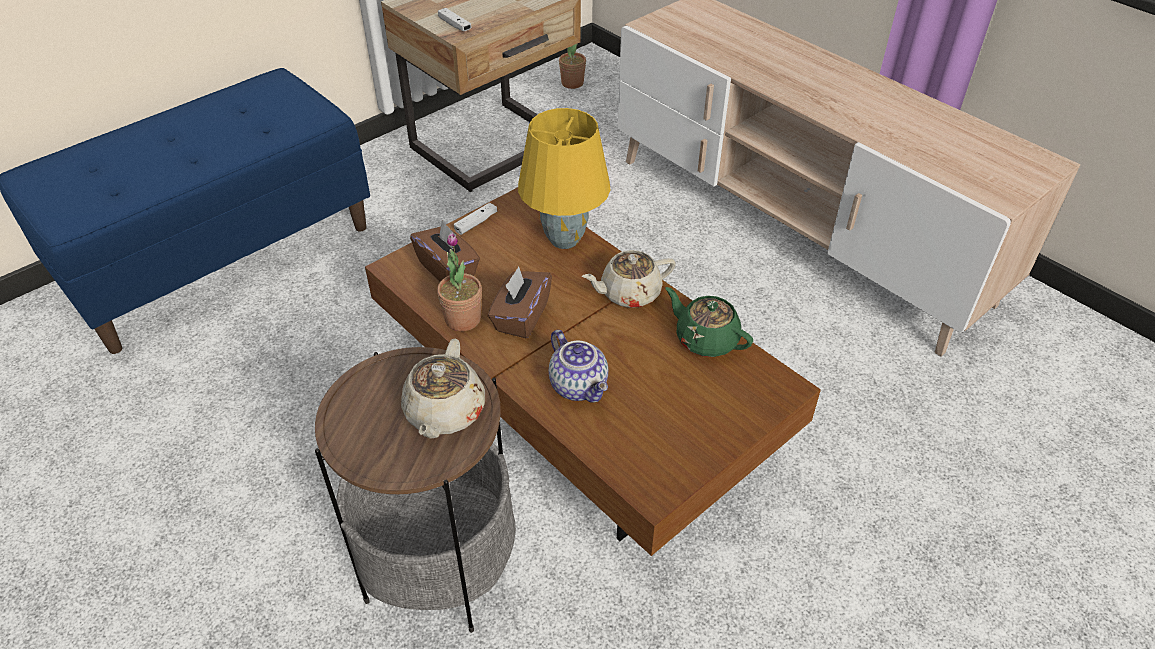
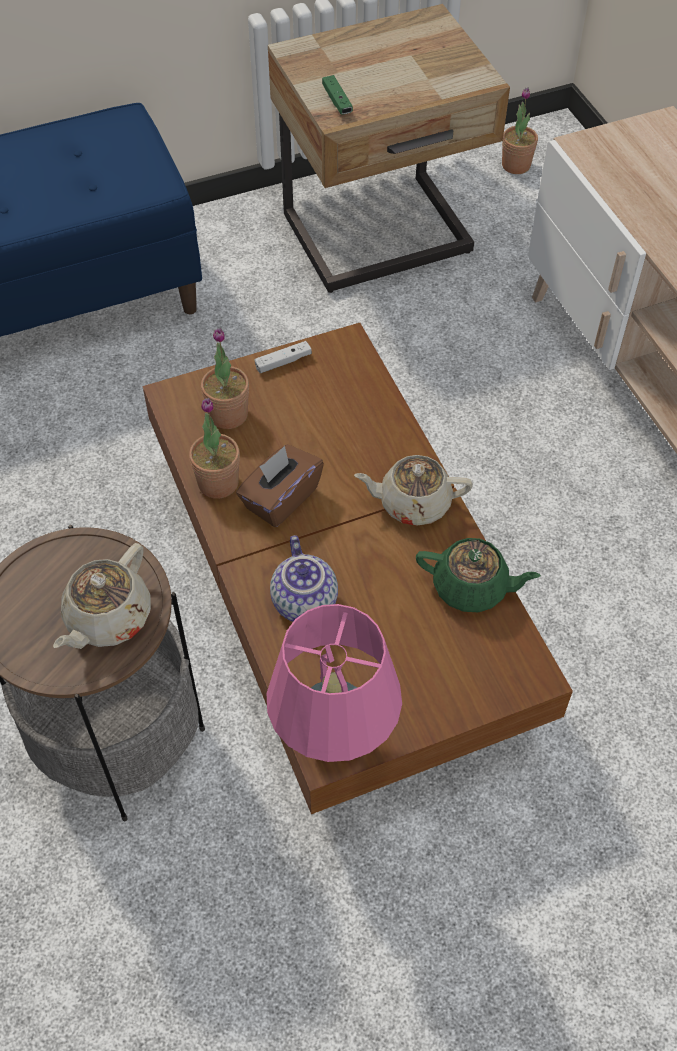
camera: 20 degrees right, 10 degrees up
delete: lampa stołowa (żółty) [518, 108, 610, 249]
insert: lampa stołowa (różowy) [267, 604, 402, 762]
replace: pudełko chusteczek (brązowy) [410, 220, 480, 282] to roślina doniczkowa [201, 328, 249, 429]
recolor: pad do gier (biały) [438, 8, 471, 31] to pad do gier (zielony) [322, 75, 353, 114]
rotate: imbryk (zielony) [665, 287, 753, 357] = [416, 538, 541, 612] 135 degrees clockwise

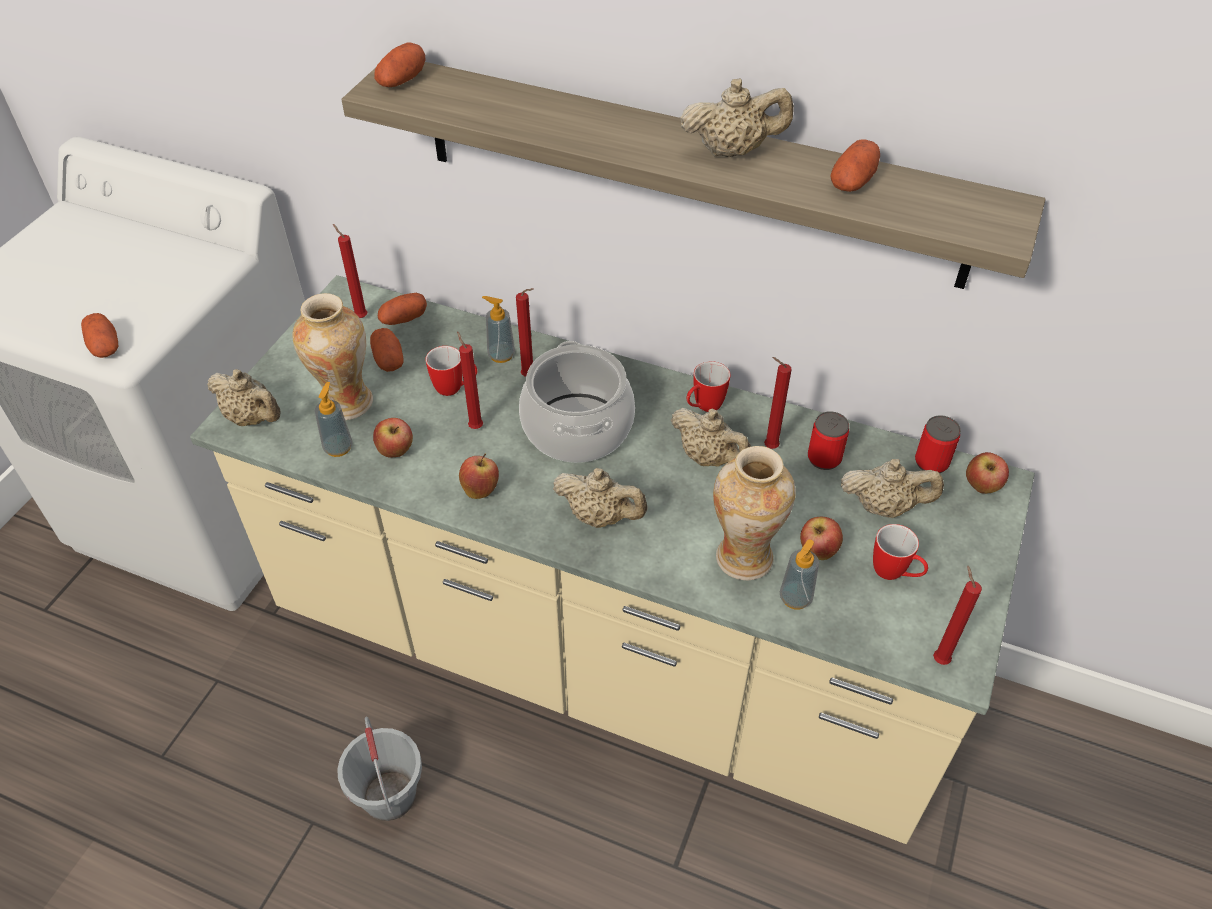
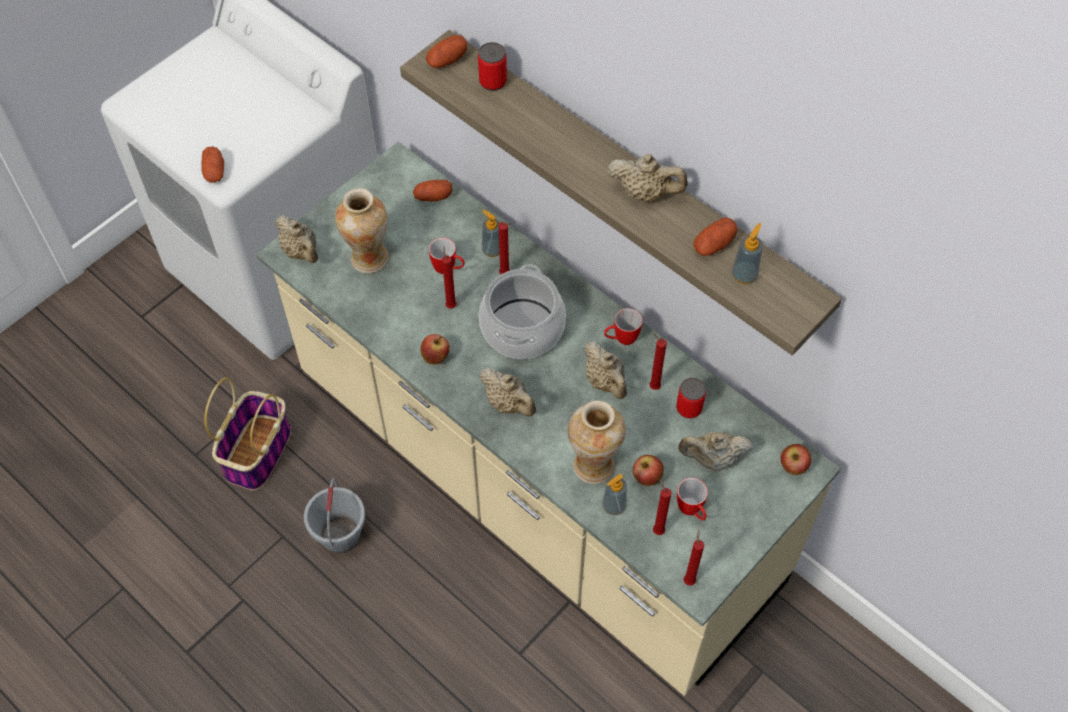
camera: 20 degrees right, 10 degrees up
delete: ziemniak [370, 328, 404, 372]; jabłko [373, 418, 413, 457]
insert: koszyk [204, 378, 291, 490]
move: świeca (czerwony) [333, 224, 367, 318] to [653, 480, 671, 535]; dozownik mydła [314, 382, 353, 457] to [732, 223, 763, 284]; puszka [915, 415, 961, 473] to [478, 42, 507, 91]
rotate: imbryk (beżowy) [841, 459, 944, 518] = [678, 432, 753, 471] 150 degrees clockwise

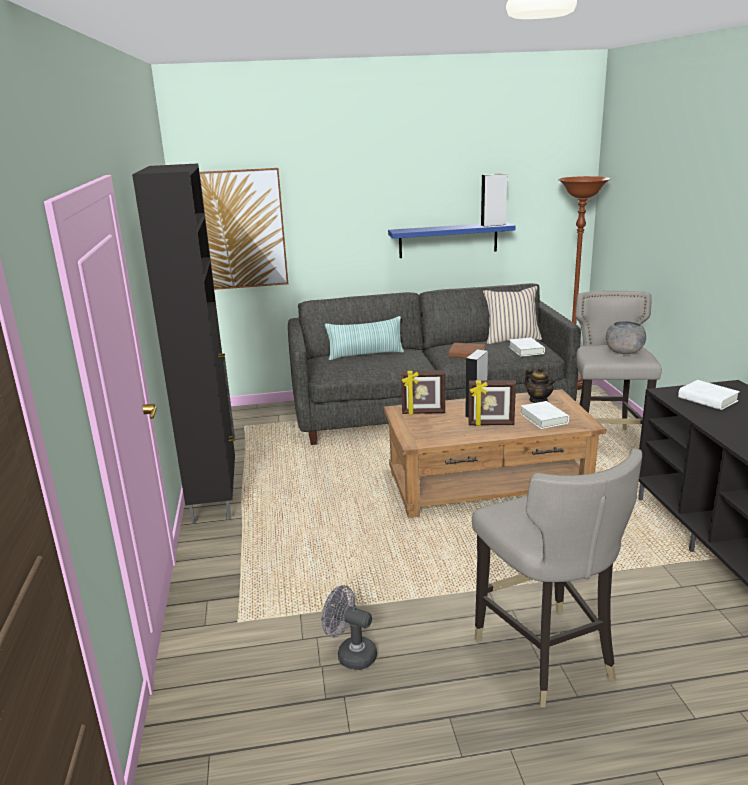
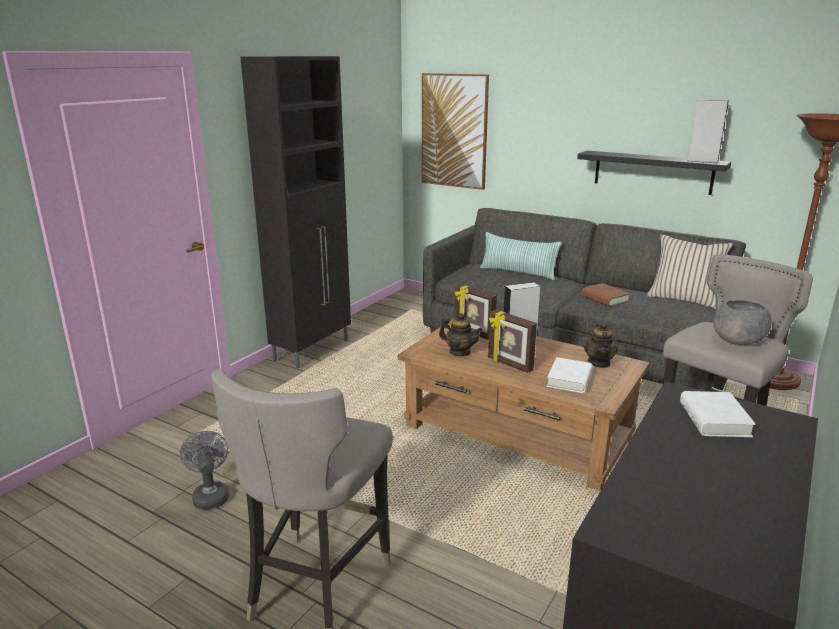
camera: 40 degrees right, 0 degrees up
delete: książka (biały) [509, 337, 545, 357]
insert: imbryk [439, 313, 482, 356]
recolor: półka (niebieski) [388, 222, 516, 258] to półka (czarny) [577, 151, 731, 195]

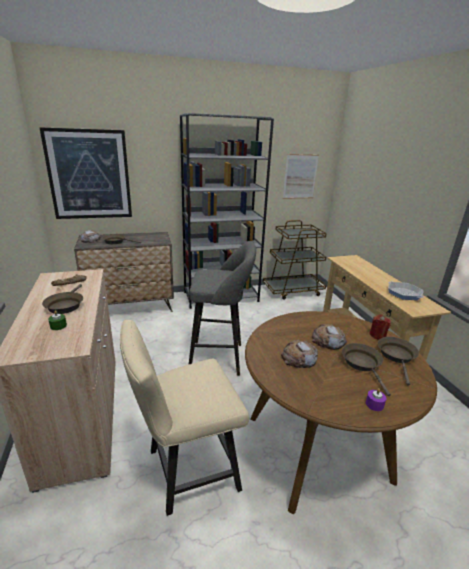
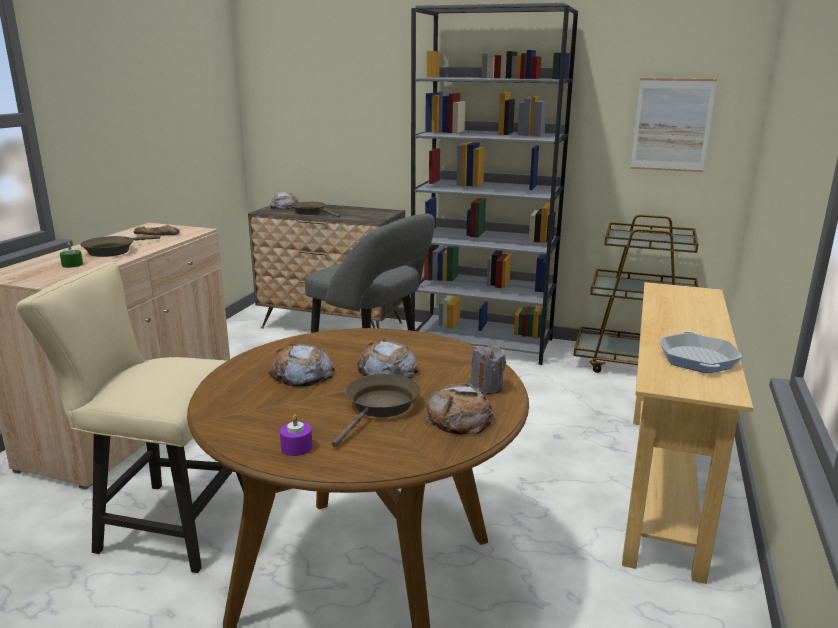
camera: 35 degrees right, 5 degrees down
delete: obraz [39, 127, 132, 219]
replace: patelnia (brązowy) [378, 337, 419, 386] to chleb [426, 383, 494, 435]
recolor: świeca (czerwony) [370, 315, 391, 339] to świeca (szary) [470, 345, 506, 394]

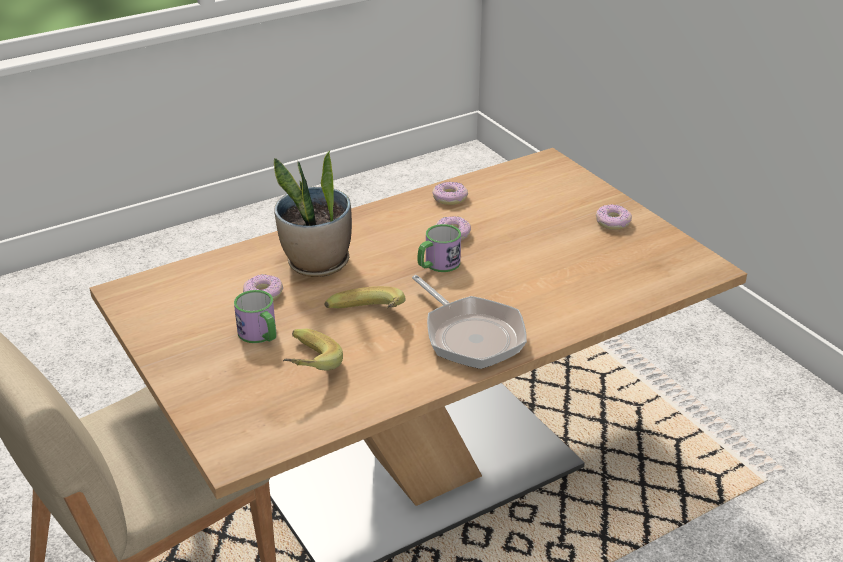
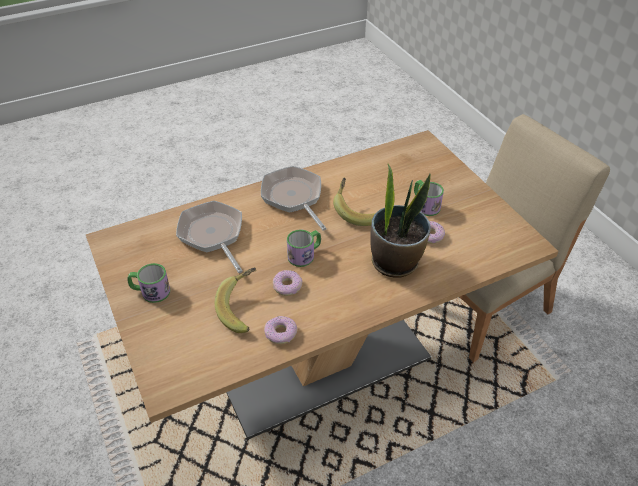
camera: 175 degrees left, 10 degrees up
insert: patelnia [176, 201, 243, 273]
move: banan [283, 329, 343, 371] to [215, 267, 256, 333]
replace: donut [596, 204, 632, 230] to kubek [127, 263, 170, 303]

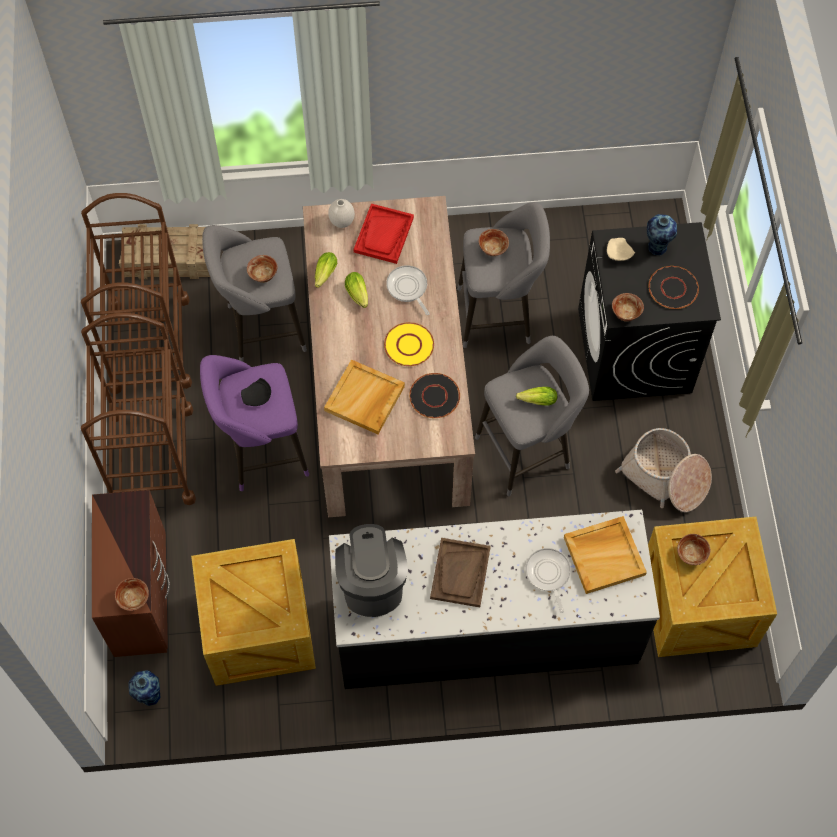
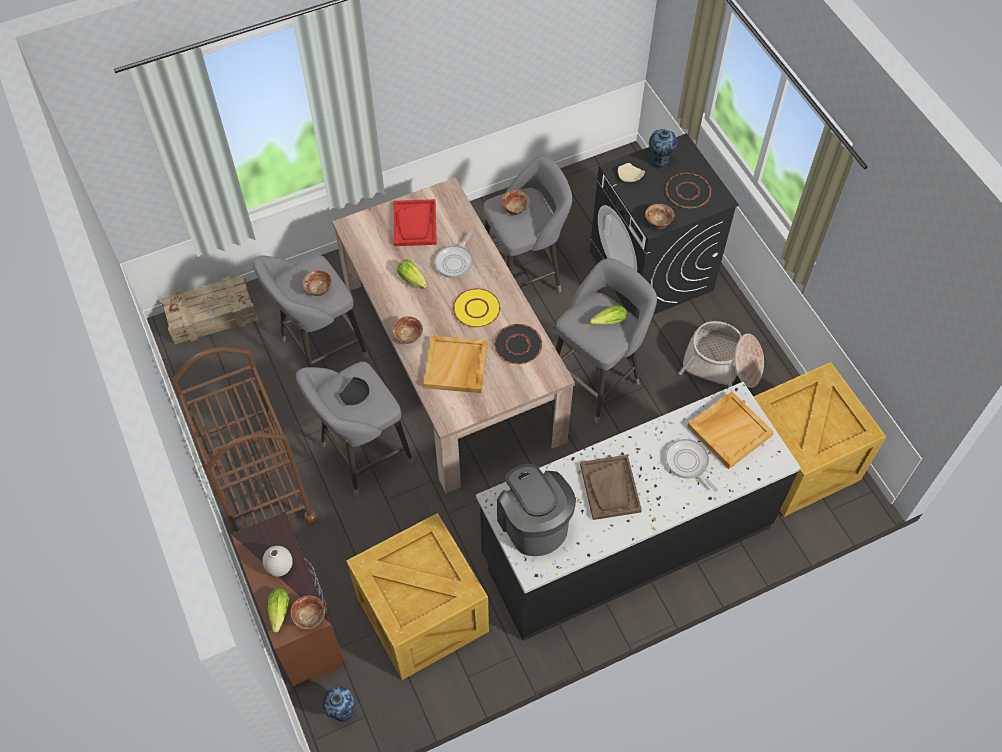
camera: 20 degrees left, 5 degrees down
delete: wózek (brązowy) [81, 193, 192, 394]
move: wazon (biały) [328, 199, 355, 228] to [263, 546, 292, 577]; sałata [315, 252, 337, 288] to [268, 589, 289, 633]; miska [677, 534, 710, 565] to [393, 316, 423, 344]
recolor: stołek (fioletowy) [200, 355, 309, 491] to stołek (szary) [296, 362, 414, 496]
rotate: patelnia [386, 265, 430, 315] = [435, 231, 473, 278] 105 degrees counterclockwise

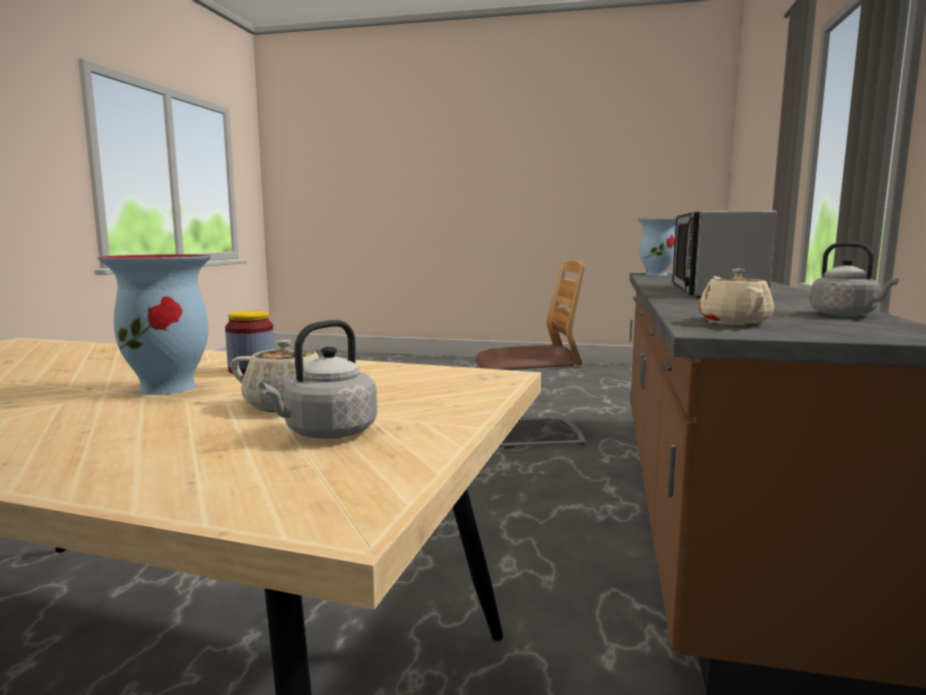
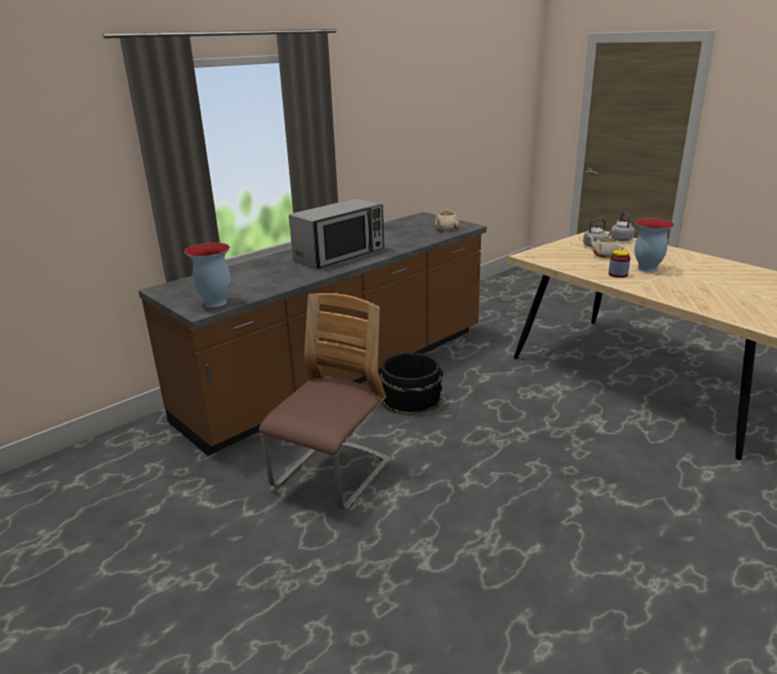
camera: 145 degrees left, 15 degrees up
insert: wiadro (czarny) [380, 353, 443, 416]
move: czajnik (szary) [810, 242, 899, 317] to [611, 212, 635, 241]
rotate: krzesło [475, 260, 586, 448] = [259, 293, 391, 511] 90 degrees clockwise

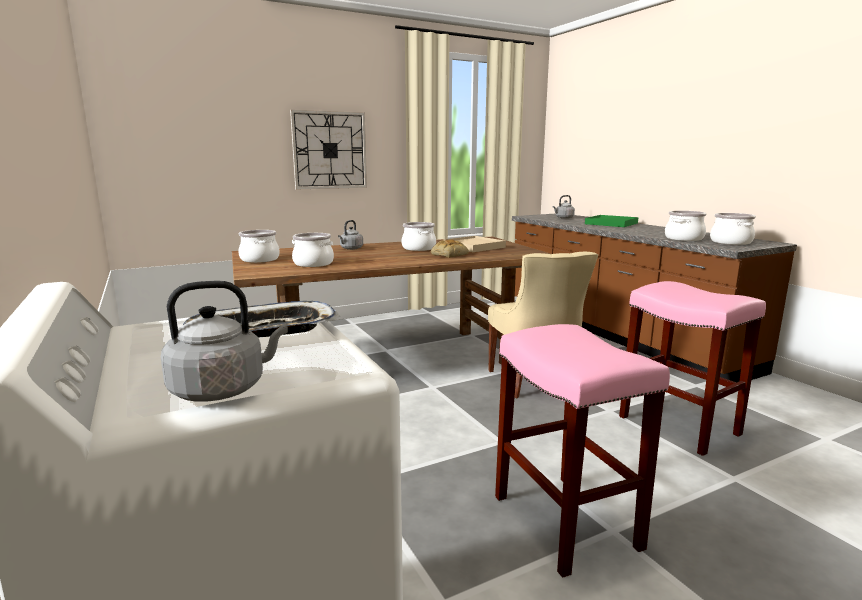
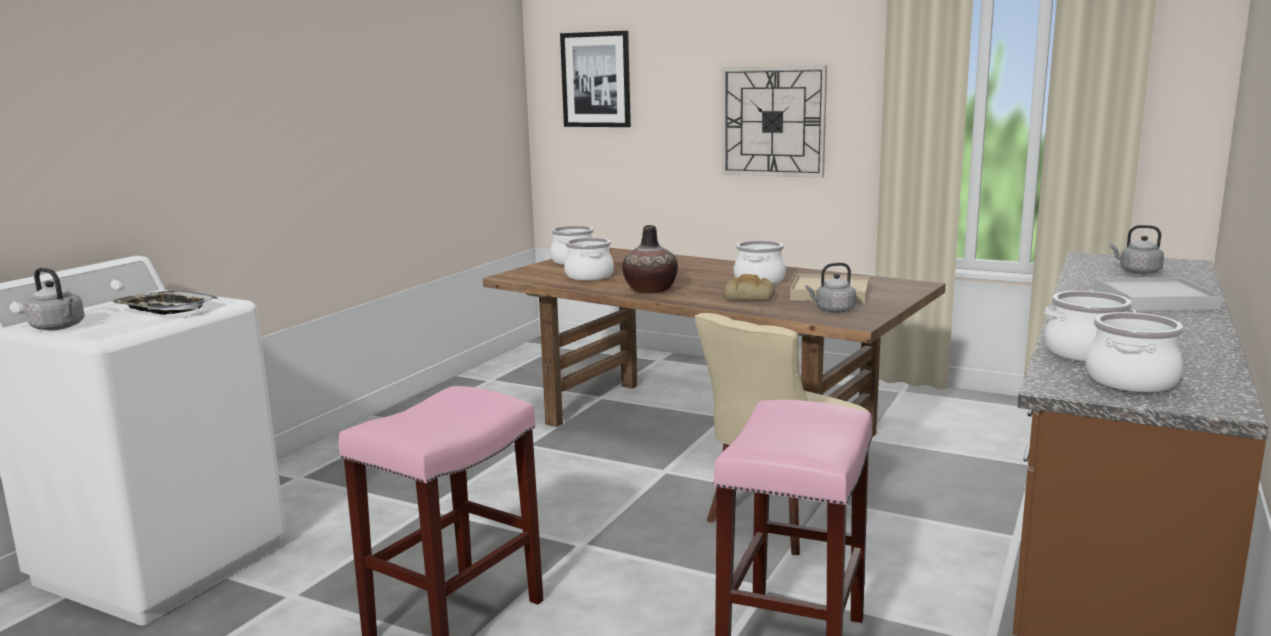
camera: 55 degrees right, 0 degrees up
insert: obraz [560, 31, 631, 127]; wazon [622, 225, 678, 293]
move: czajnik (szary) [338, 220, 363, 250] to [805, 263, 856, 313]
recolor: taca (zielony) [585, 215, 638, 227] to taca (biały) [1094, 277, 1222, 310]

